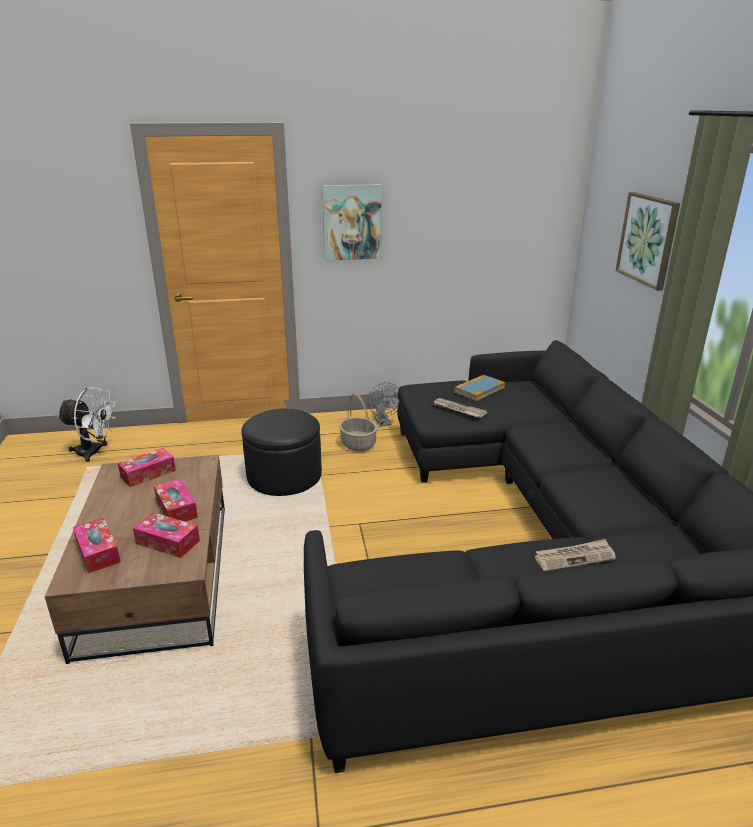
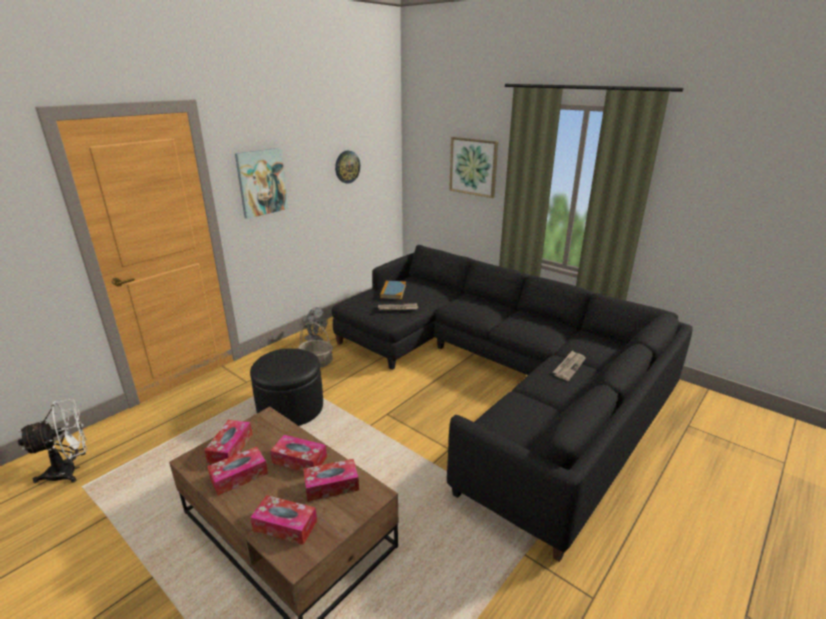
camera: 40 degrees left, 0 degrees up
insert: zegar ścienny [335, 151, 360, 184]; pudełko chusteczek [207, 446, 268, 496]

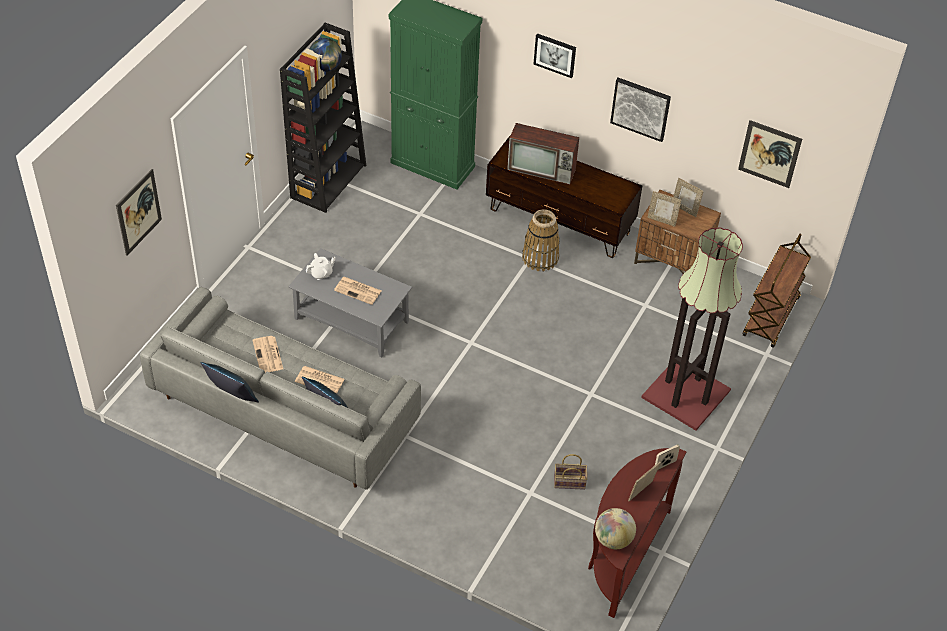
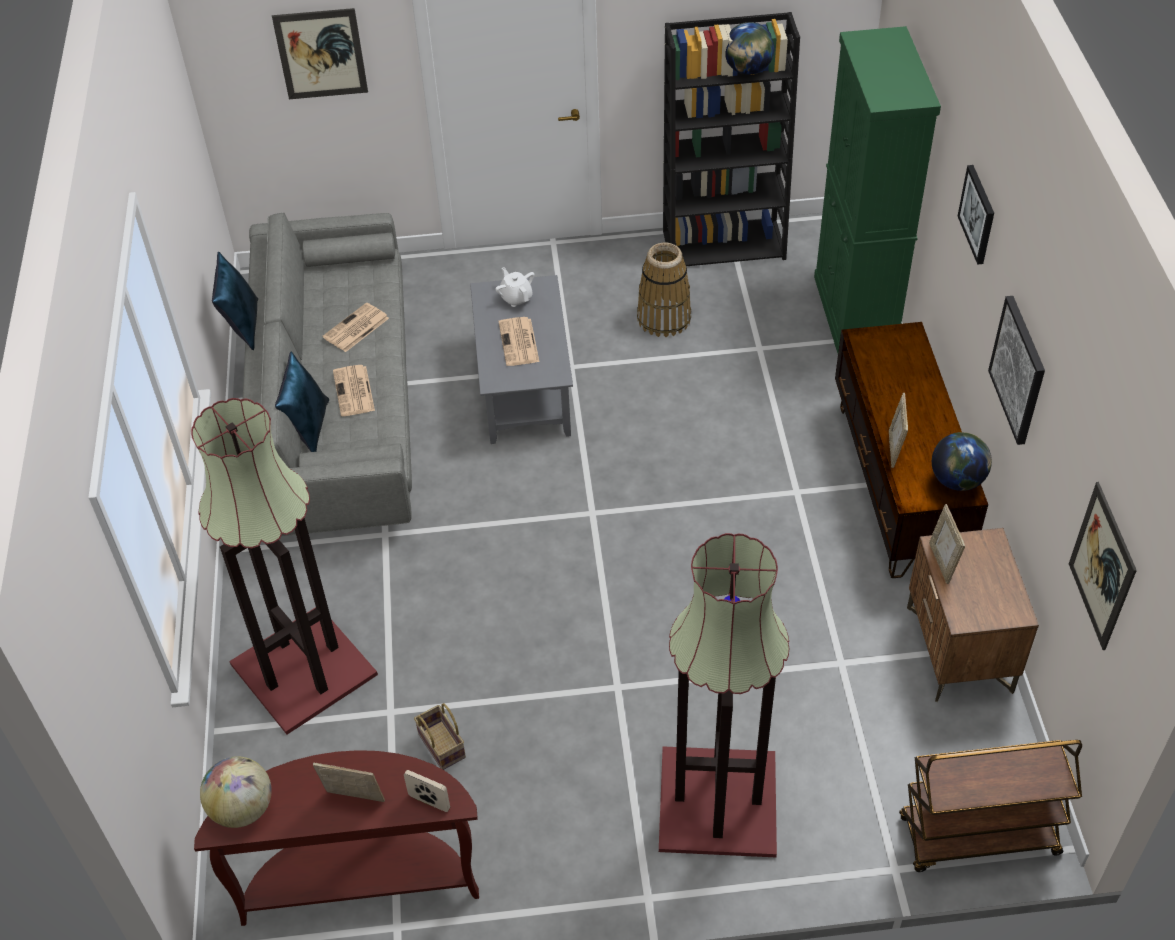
camera: 60 degrees right, 0 degrees up
delete: telewizor [507, 123, 579, 184]
insert: lampa stojąca [191, 398, 378, 735]; globus [932, 432, 992, 491]
move: ramka na zdjęcie [673, 178, 704, 217] to [889, 393, 908, 468]; koszyk [522, 209, 560, 271] to [637, 243, 691, 337]
rotate: imbryk (biały) [306, 253, 336, 280] = [496, 267, 535, 307] 150 degrees counterclockwise

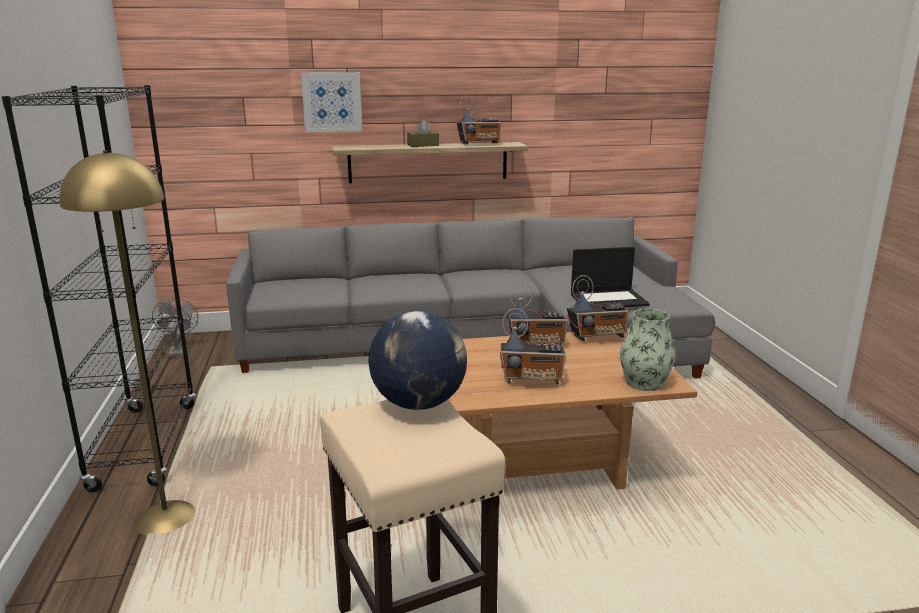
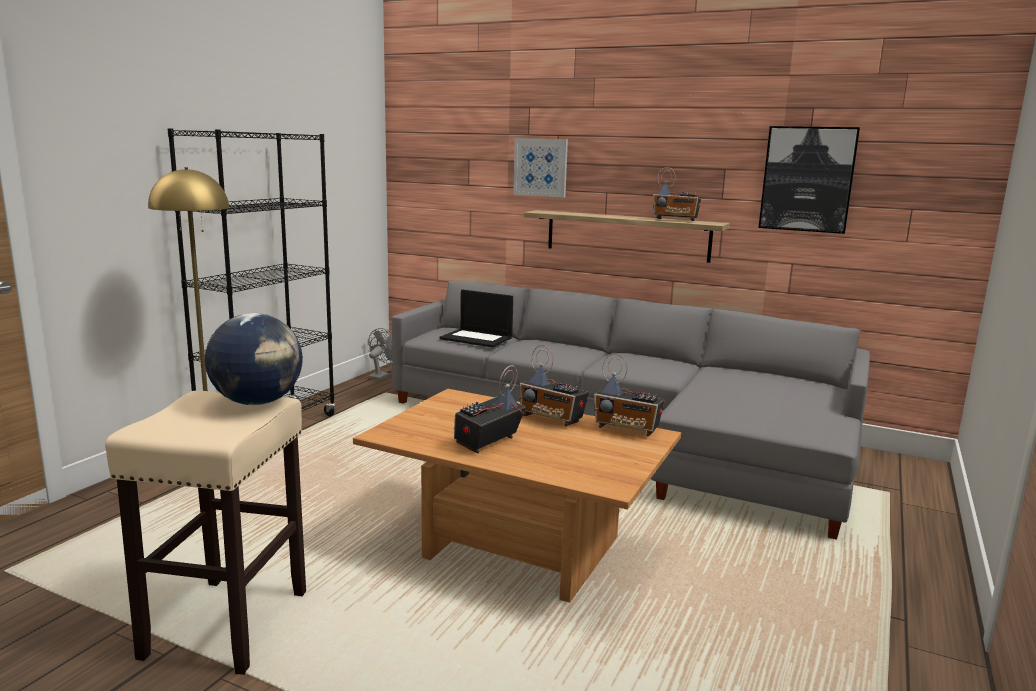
camera: 35 degrees right, 5 degrees down
delete: pudełko chusteczek (brązowy) [407, 120, 439, 147]; wazon [620, 308, 676, 391]
insert: obraz [759, 126, 860, 234]
move: laptop [571, 247, 650, 307] to [439, 290, 513, 348]
rotate: radio [500, 308, 566, 385] = [454, 365, 526, 453] 90 degrees clockwise

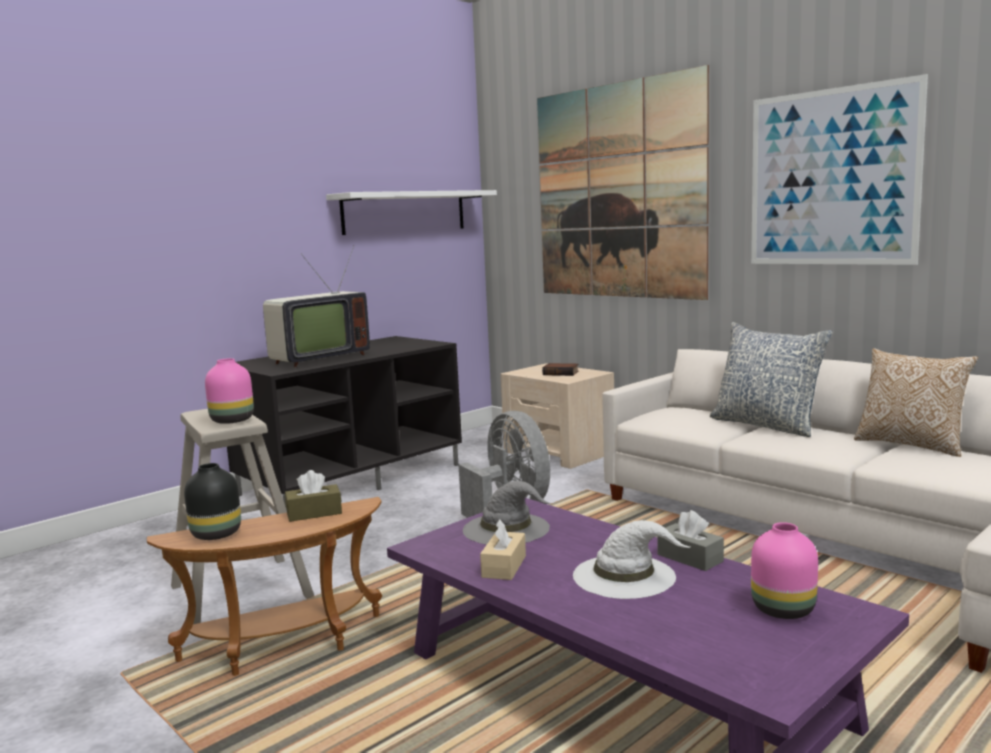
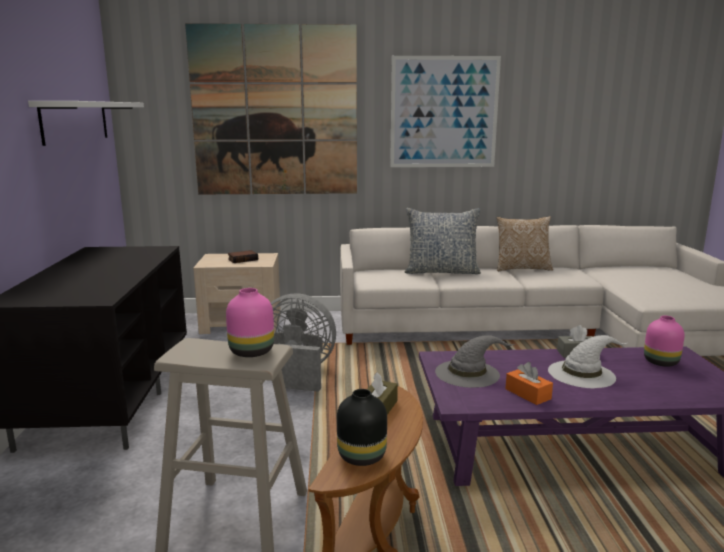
camera: 50 degrees left, 5 degrees up
delete: telewizor [263, 246, 370, 368]
recolor: pudełko chusteczek (beżowy) [480, 519, 526, 580] to pudełko chusteczek (pomarańczowy) [505, 362, 553, 405]

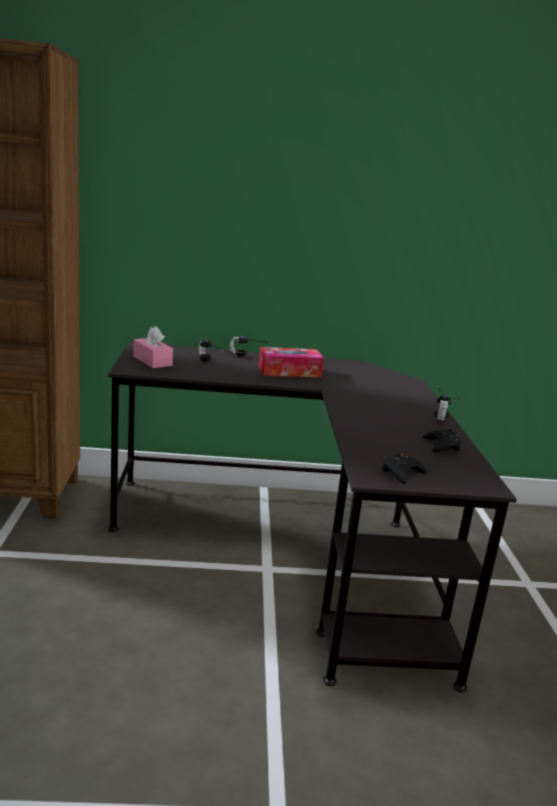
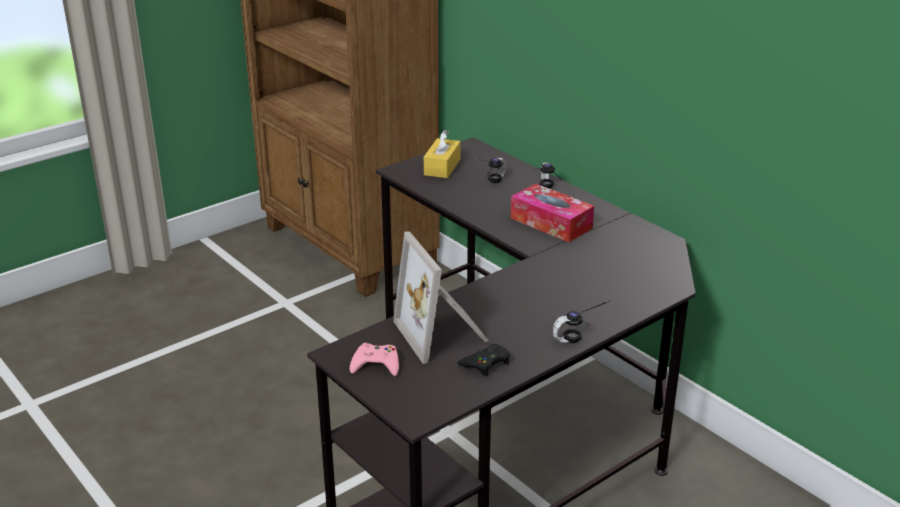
camera: 55 degrees right, 10 degrees up
insert: ramka na zdjęcie [393, 231, 489, 364]
recolor: pudełko chusteczek (różowy) [133, 326, 173, 368] to pudełko chusteczek (żółty) [424, 130, 460, 178]; pad do gier (czarny) [382, 453, 428, 484] to pad do gier (różowy) [350, 343, 399, 376]

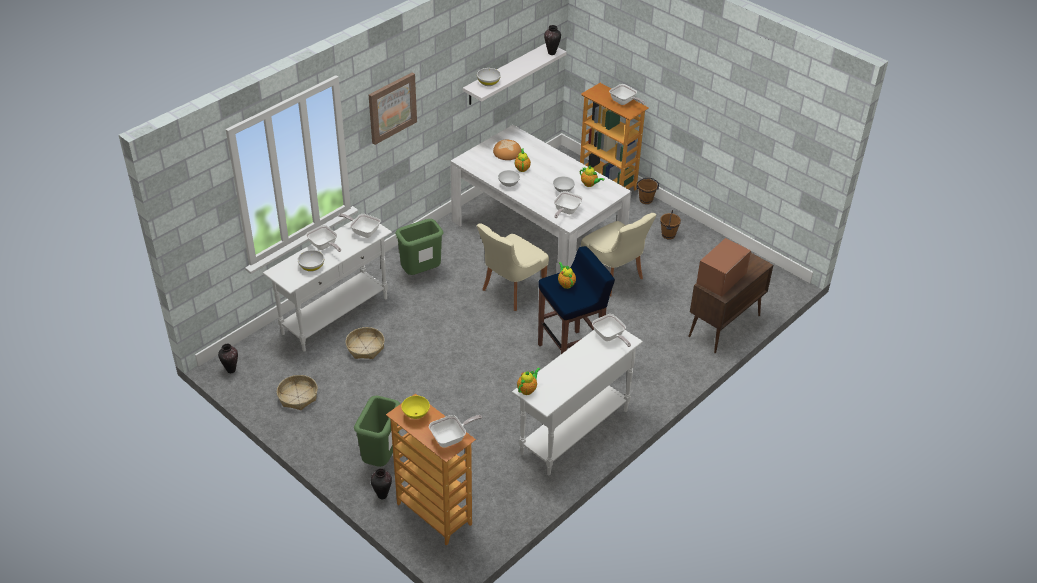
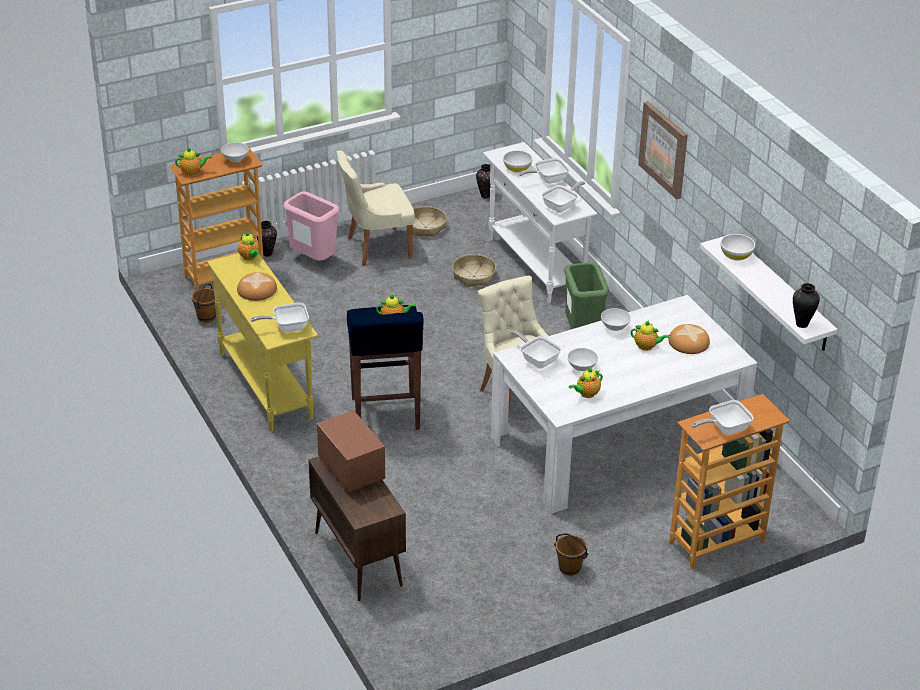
camera: 110 degrees right, 5 degrees down
insert: chleb [237, 272, 277, 301]
move: wiadro (brązowy) [636, 178, 659, 204] to [192, 284, 216, 322]; krzesło (beżowy) [581, 213, 657, 296] to [337, 150, 415, 266]
replace: patelnia [429, 415, 482, 448] to imbryk [175, 147, 212, 176]
recolor: stolik konsolowy (biały) [512, 330, 643, 475] to stolik konsolowy (żółty) [207, 253, 318, 432]; kosz na śmieci (zielony) [354, 396, 400, 467] to kosz na śmieci (różowy) [283, 191, 339, 261]; miska (żółty) [401, 396, 430, 419] to miska (biały) [221, 142, 249, 162]

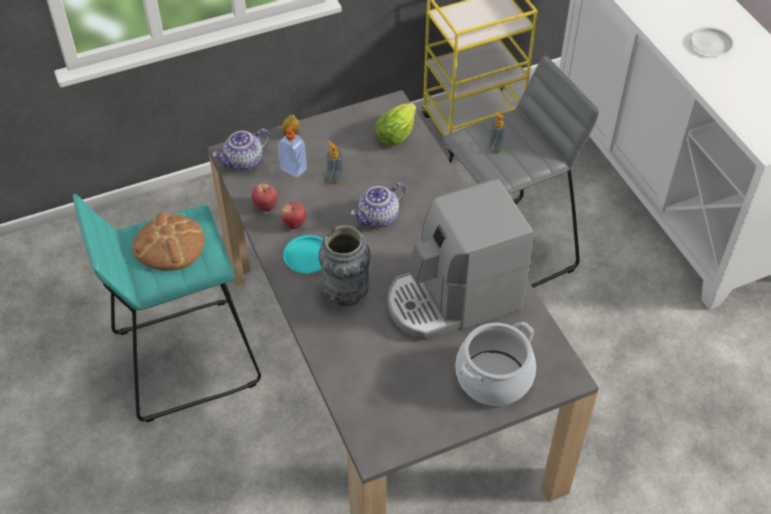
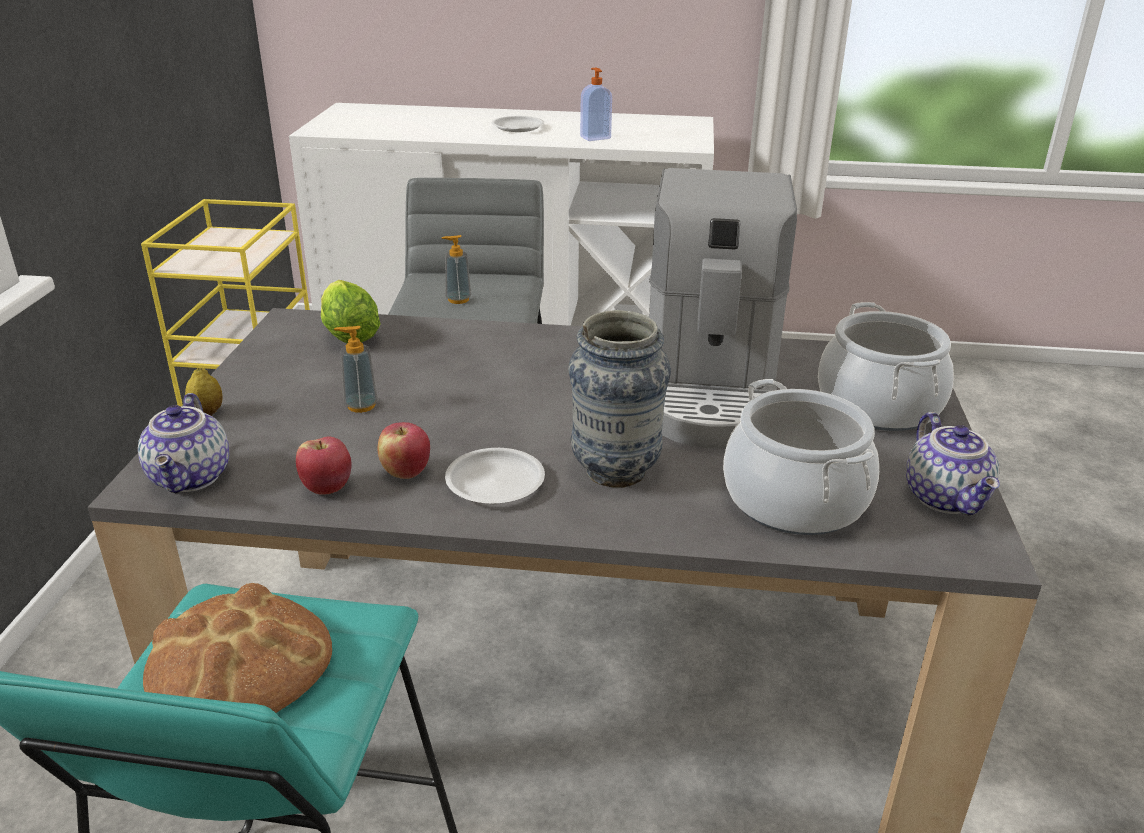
camera: 60 degrees left, 20 degrees down
insert: garnek [723, 379, 879, 535]
move: dozownik mydła [278, 124, 307, 178] to [580, 68, 612, 141]; imbryk [351, 183, 405, 228] to [906, 412, 1000, 515]
recolor: talerz (turkusowy) [283, 235, 323, 273] to talerz (biały) [445, 448, 545, 504]

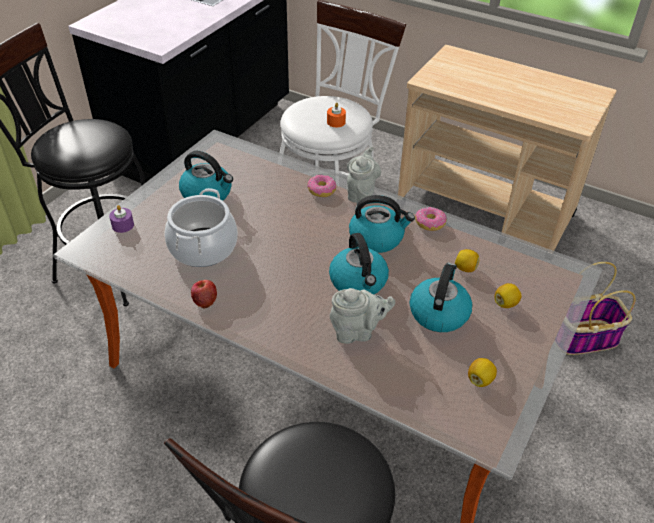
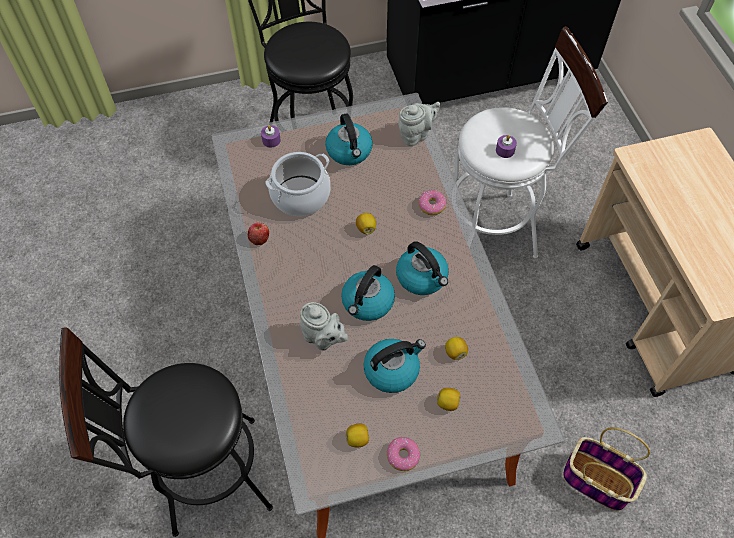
camera: 45 degrees right, 15 degrees up
insert: cytryna [356, 213, 376, 234]
move: imbryk (szary) [347, 146, 381, 205] to [398, 102, 440, 146]; donut [415, 207, 447, 231] to [387, 437, 420, 471]
recolor: świeca (pomarańczowy) [327, 103, 346, 127] to świeca (fioletowy) [496, 135, 517, 158]

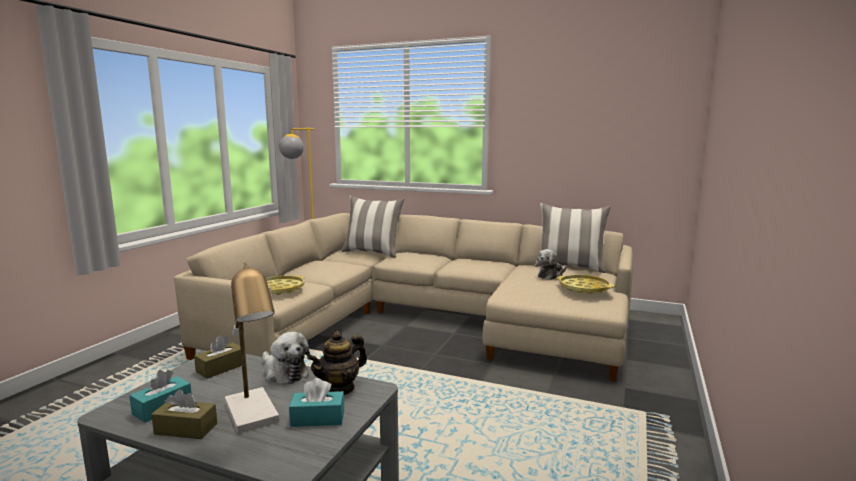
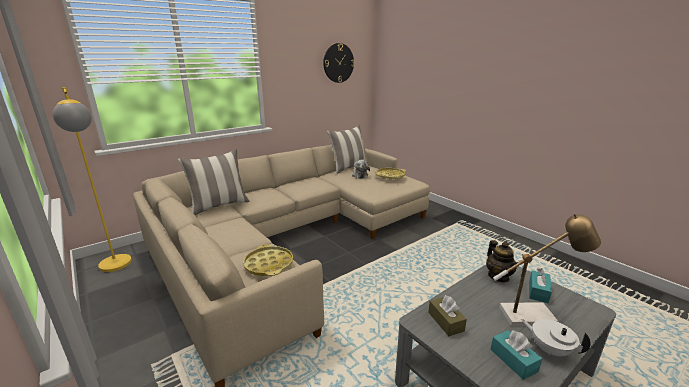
camera: 60 degrees left, 10 degrees up
delete: pluszak [262, 332, 310, 384]
insert: zegar ścienny [323, 43, 355, 83]
replace: pudełko chusteczek (brązowy) [151, 389, 217, 439] to imbryk (biały) [521, 319, 591, 356]

